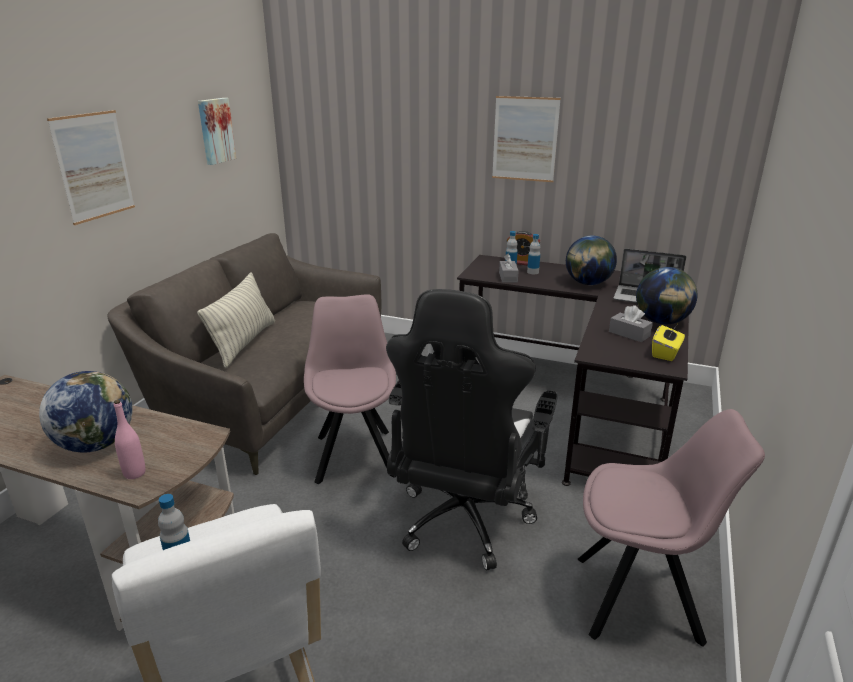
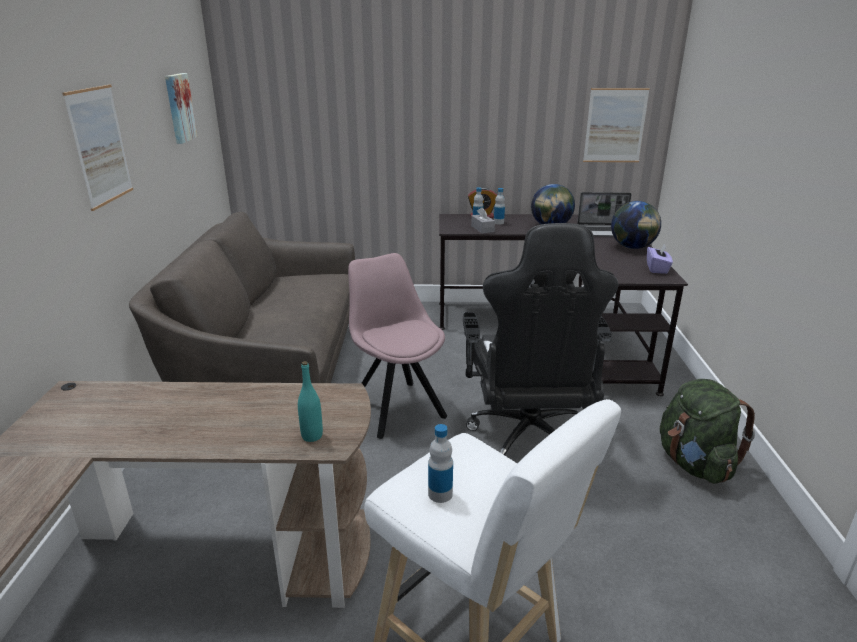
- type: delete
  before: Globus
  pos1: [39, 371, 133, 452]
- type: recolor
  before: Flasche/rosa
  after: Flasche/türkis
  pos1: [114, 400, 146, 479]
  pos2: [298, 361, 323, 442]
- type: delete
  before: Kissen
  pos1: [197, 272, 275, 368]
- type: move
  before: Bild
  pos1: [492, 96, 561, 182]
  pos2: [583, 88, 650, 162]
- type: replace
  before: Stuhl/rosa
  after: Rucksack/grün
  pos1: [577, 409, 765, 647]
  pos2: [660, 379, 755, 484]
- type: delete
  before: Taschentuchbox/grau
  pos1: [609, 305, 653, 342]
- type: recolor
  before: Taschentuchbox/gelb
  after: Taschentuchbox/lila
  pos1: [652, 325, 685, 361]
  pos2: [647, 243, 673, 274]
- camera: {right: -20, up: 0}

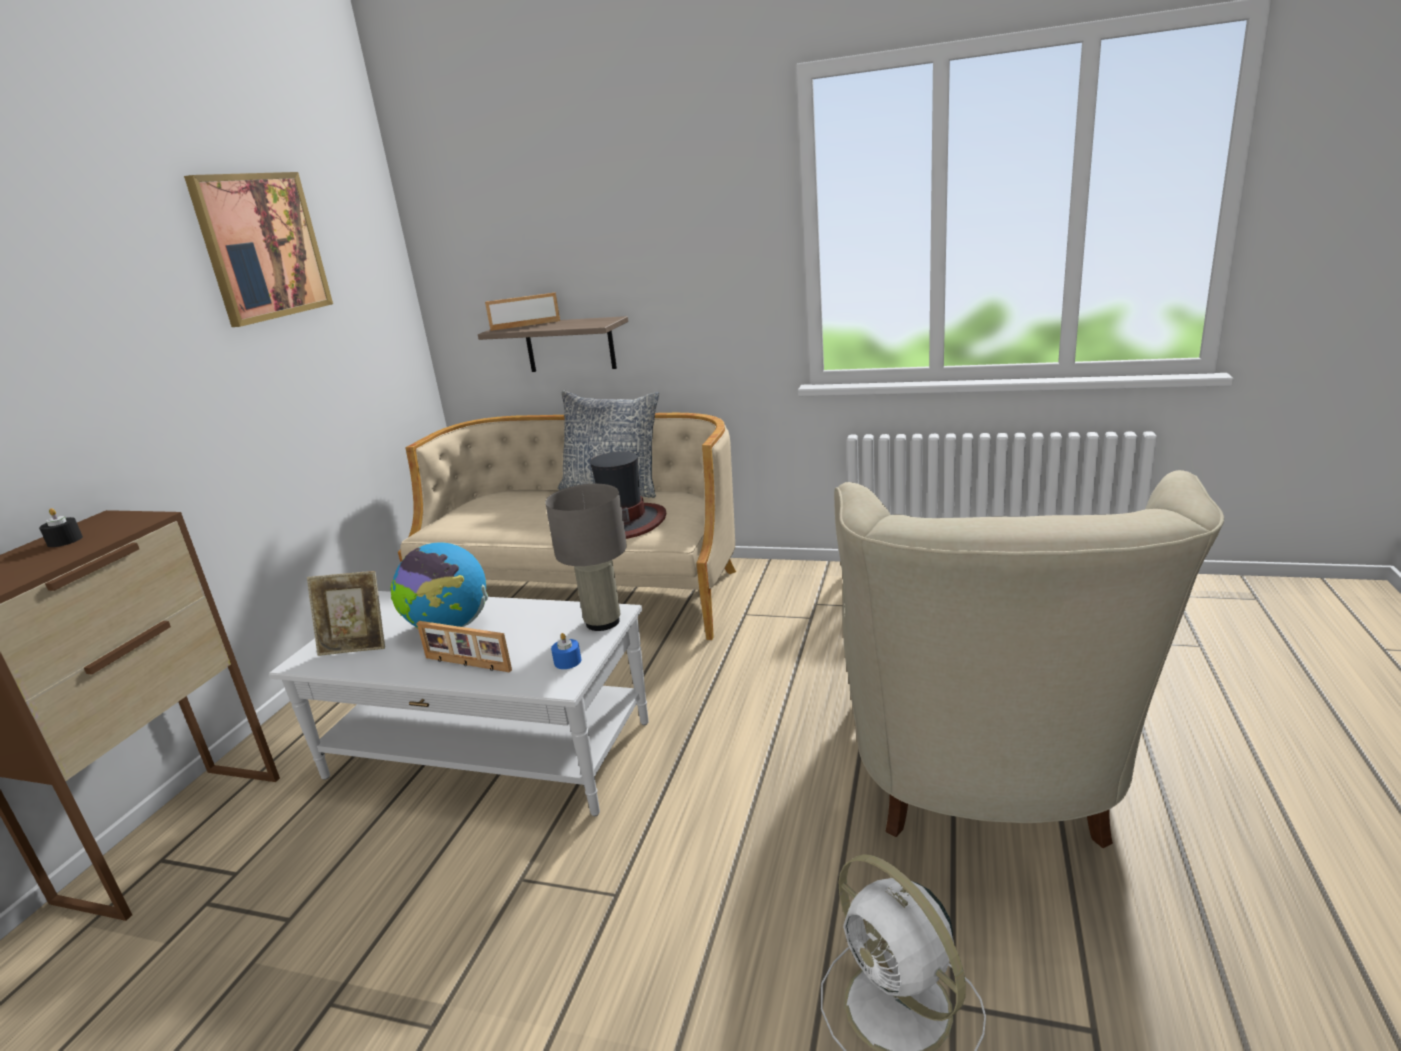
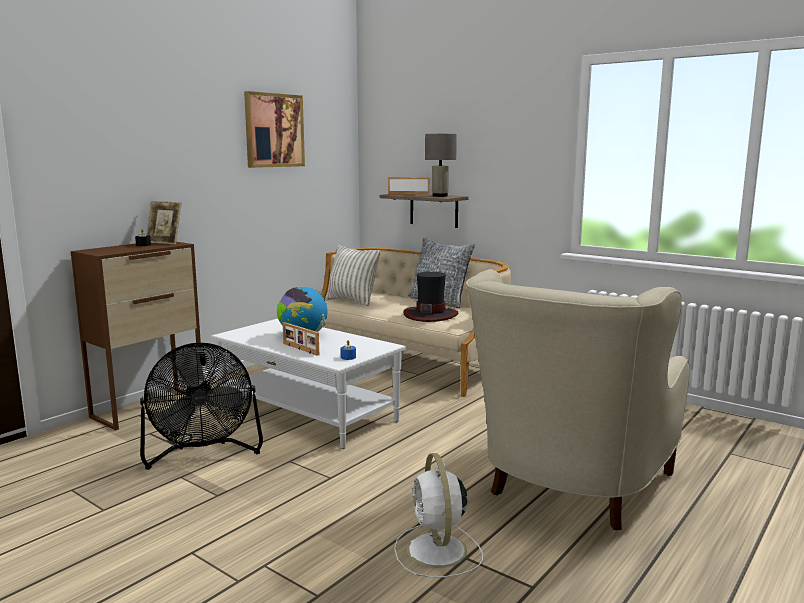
- type: move
  before: Bilderrahmen
  pos1: [307, 571, 385, 656]
  pos2: [146, 201, 182, 245]
- type: move
  before: Tischlampe/grau
  pos1: [546, 484, 627, 631]
  pos2: [425, 134, 457, 197]
- type: insert
  after: Ventilator/schwarz
  pos2: [140, 343, 263, 470]
- type: insert
  after: Kissen
  pos2: [326, 245, 380, 306]
- camera: {right: 20, up: -10}

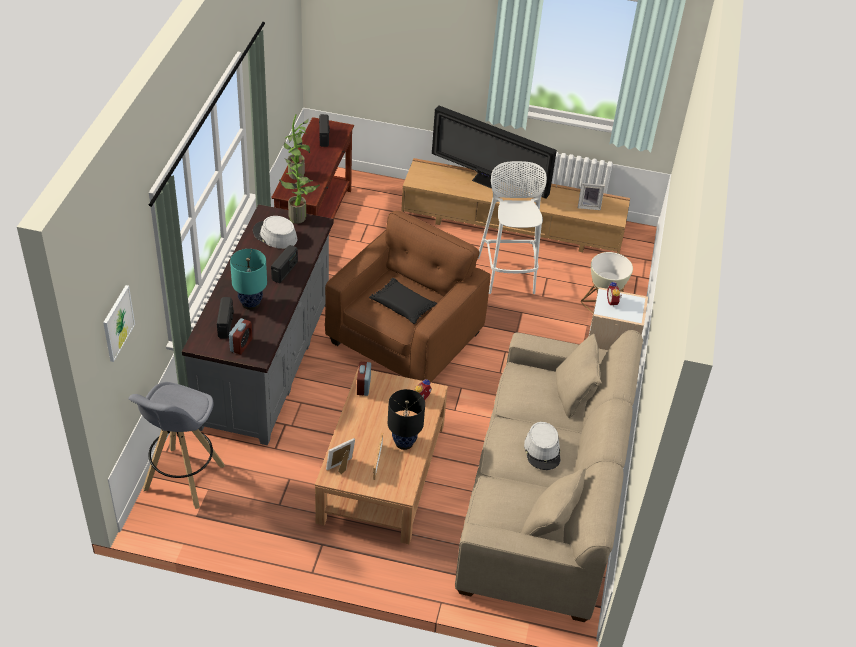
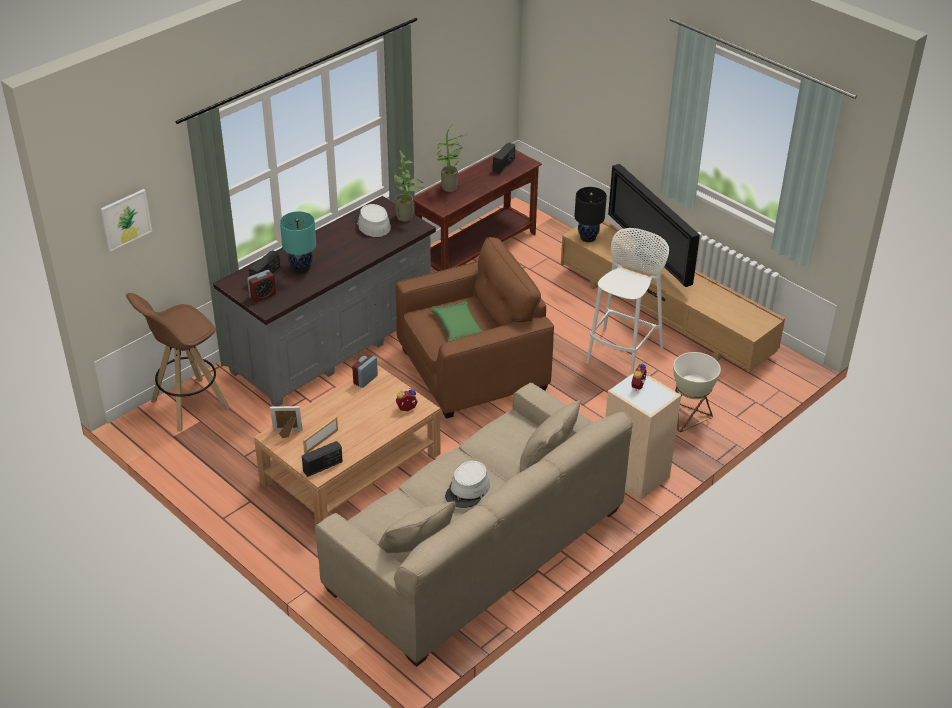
- type: recolor
  before: Hocker/grau
  after: Hocker/braun
  pos1: [128, 382, 225, 509]
  pos2: [126, 293, 230, 432]
- type: move
  before: Radio
  pos1: [271, 245, 298, 283]
  pos2: [302, 441, 343, 477]
- type: recolor
  before: Kissen/schwarz
  after: Kissen/grün
  pos1: [369, 278, 437, 324]
  pos2: [430, 301, 483, 341]
- type: move
  before: Tischlampe/schwarz
  pos1: [388, 389, 425, 450]
  pos2: [574, 187, 607, 242]
- type: delete
  before: Bilderrahmen
  pos1: [578, 183, 605, 210]
- camera: {right: 35, up: -5}

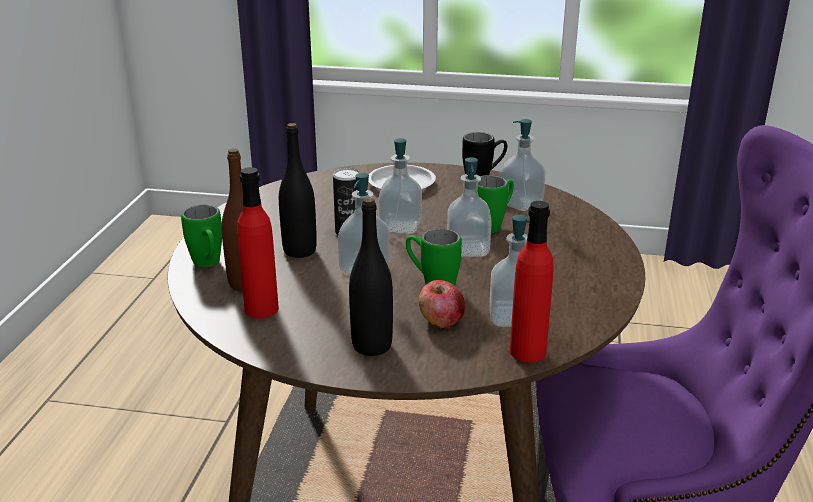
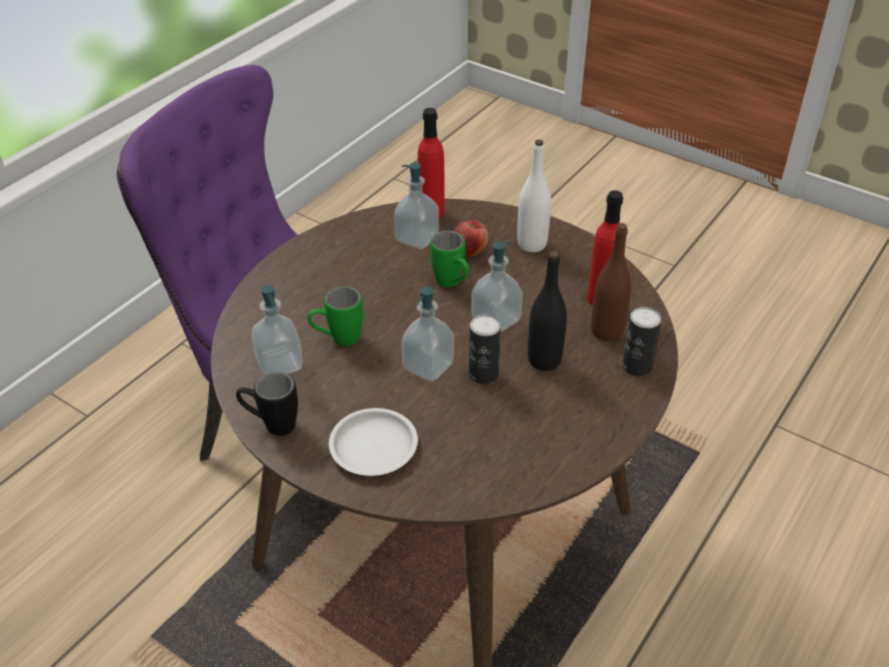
- type: replace
  before: Henkelbecher/grün
  after: Dose
  pos1: [181, 205, 222, 267]
  pos2: [622, 307, 661, 376]
- type: recolor
  before: Flasche/schwarz
  after: Flasche/weiß
  pos1: [349, 197, 393, 356]
  pos2: [517, 139, 551, 252]
- type: delete
  before: Seifenspender
  pos1: [447, 157, 492, 257]
- camera: {right: -155, up: 15}

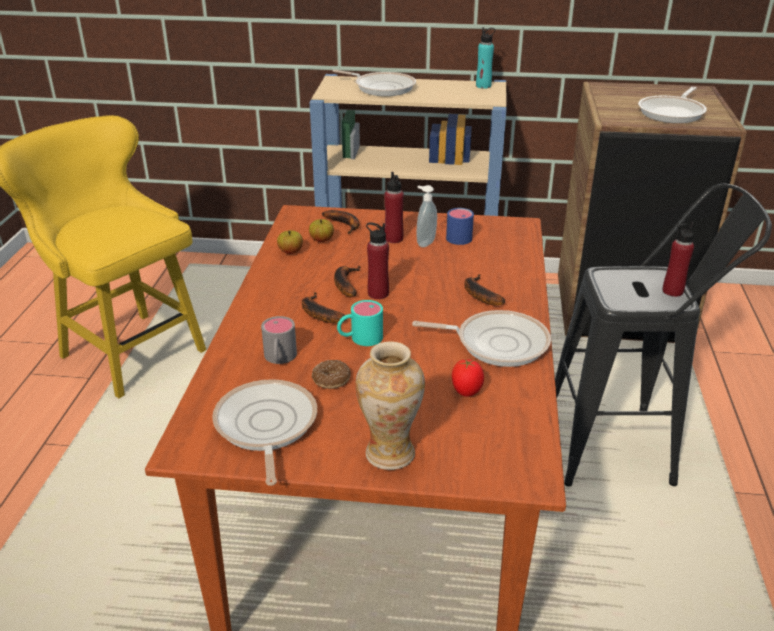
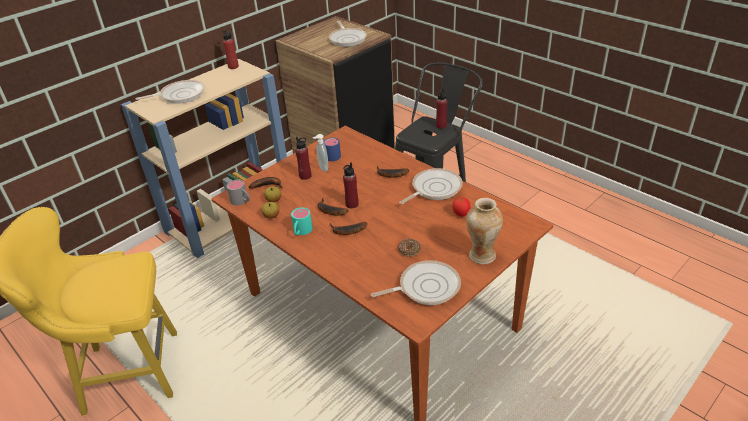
- type: rotate
  before: Pfanne
  pos1: [212, 379, 317, 486]
  pos2: [371, 260, 461, 305]
  turn: 135
- type: move
  before: Henkelbecher/grau
  pos1: [261, 316, 297, 364]
  pos2: [227, 180, 250, 205]
- type: move
  before: Henkelbecher/türkis
  pos1: [337, 300, 383, 346]
  pos2: [291, 207, 313, 235]
- type: recolor
  before: Flasche/türkis
  after: Flasche/rot
  pos1: [476, 27, 496, 89]
  pos2: [223, 28, 239, 69]
- camera: {right: -50, up: 5}

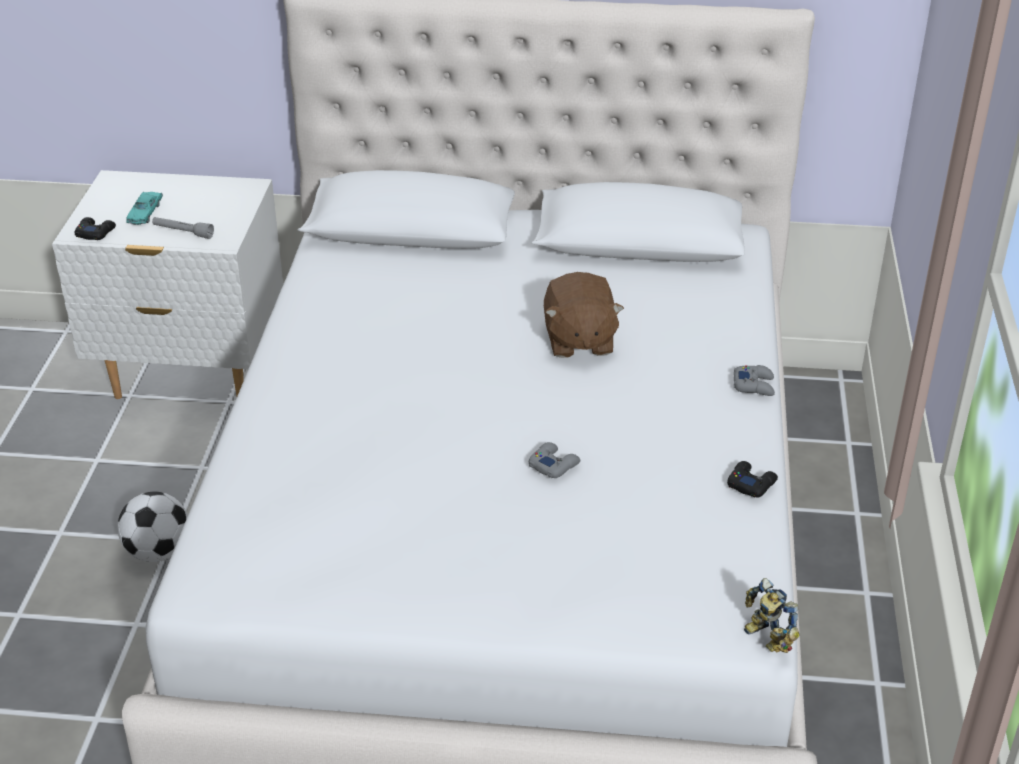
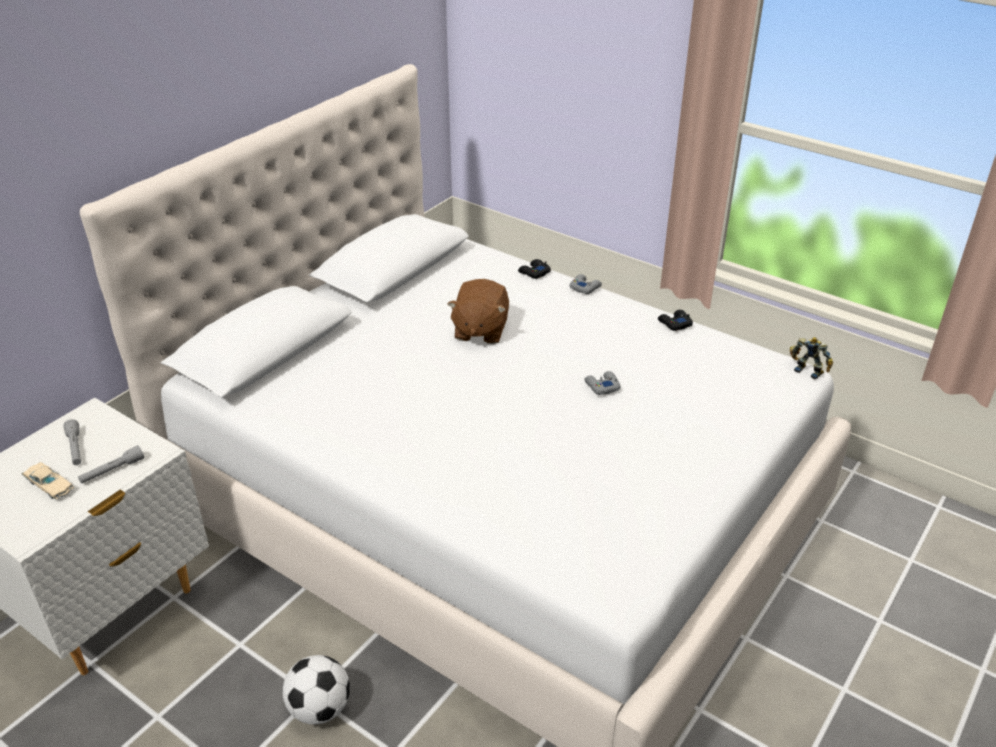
- type: move
  before: Gamepad/schwarz
  pos1: [75, 217, 116, 240]
  pos2: [518, 259, 551, 279]
- type: recolor
  before: Spielzeugauto/türkis
  after: Spielzeugauto/beige
  pos1: [126, 192, 163, 225]
  pos2: [22, 462, 74, 500]
- type: rotate
  before: Plüschtier/braun
  pos1: [544, 272, 624, 358]
  pos2: [447, 279, 509, 344]
  turn: 75
- type: rotate
  before: Spielzeugroboter
  pos1: [744, 578, 800, 653]
  pos2: [790, 337, 833, 379]
  turn: -135
- type: insert
  after: Taschenlampe/grau
  pos2: [64, 419, 81, 465]
- camera: {right: -60, up: 0}

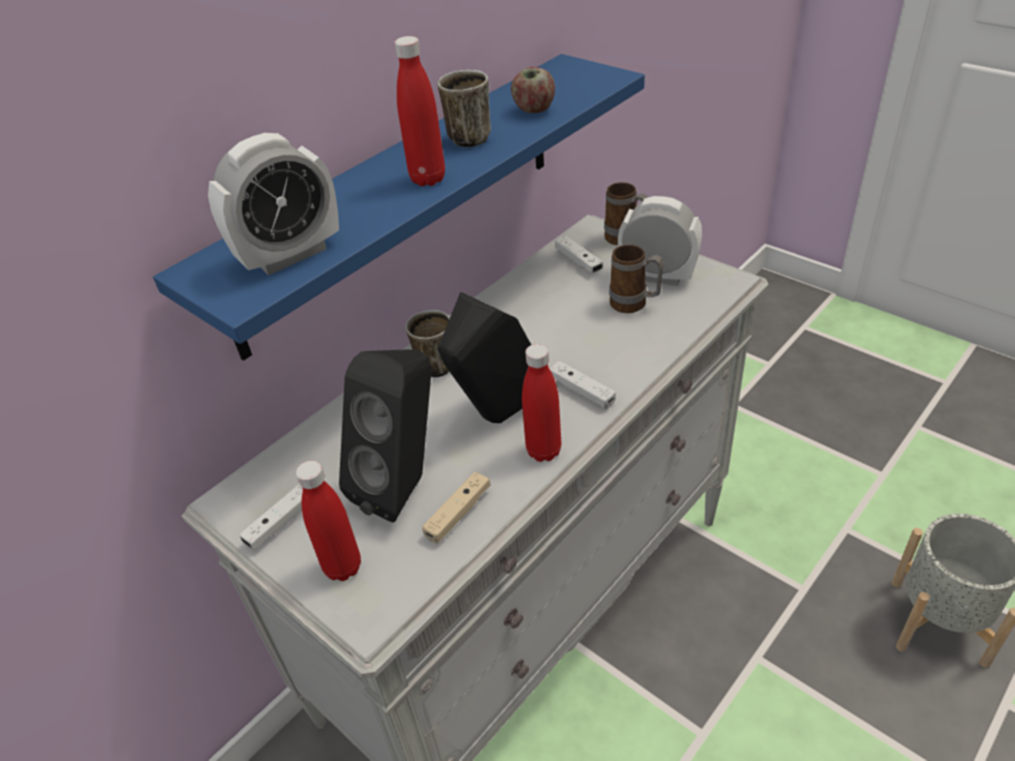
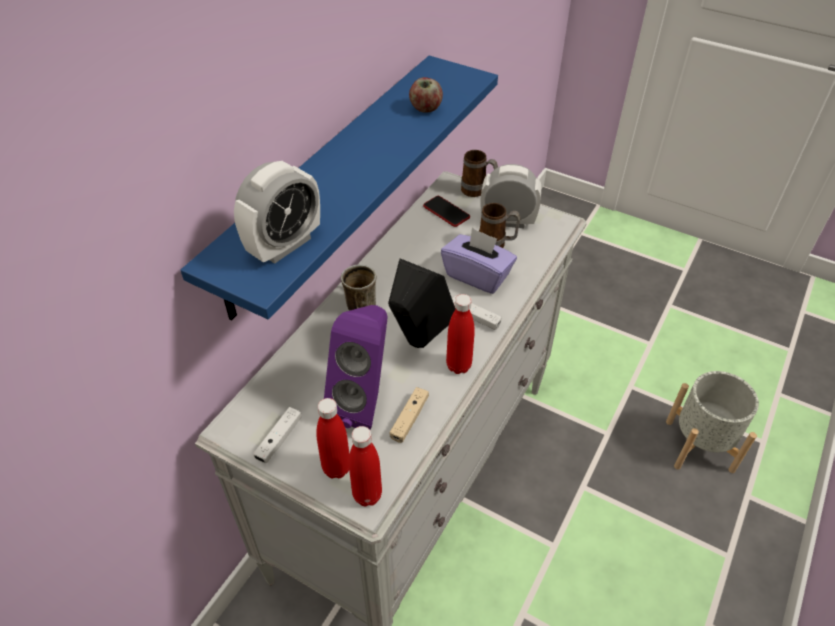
- type: recolor
  before: Lautsprecher/schwarz
  after: Lautsprecher/lila
  pos1: [339, 349, 431, 523]
  pos2: [324, 305, 387, 430]
- type: move
  before: Flasche/rot
  pos1: [394, 36, 445, 186]
  pos2: [349, 426, 382, 506]
- type: delete
  before: Henkelbecher
  pos1: [438, 70, 491, 148]
- type: replace
  before: Gamepad/weiß
  after: Handy
  pos1: [555, 236, 603, 273]
  pos2: [423, 196, 470, 227]
- type: insert
  after: Taschentuchbox/lila
  pos2: [441, 228, 517, 294]
- camera: {right: -15, up: 5}

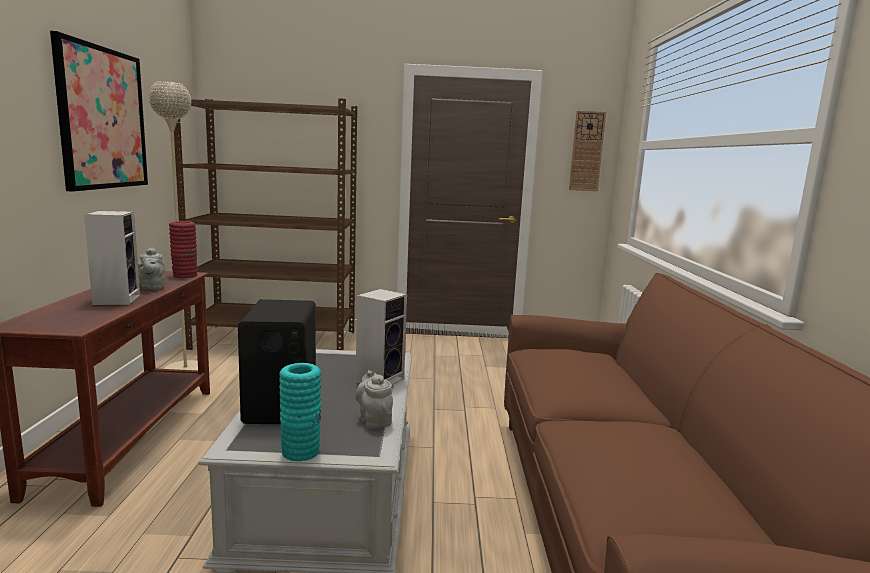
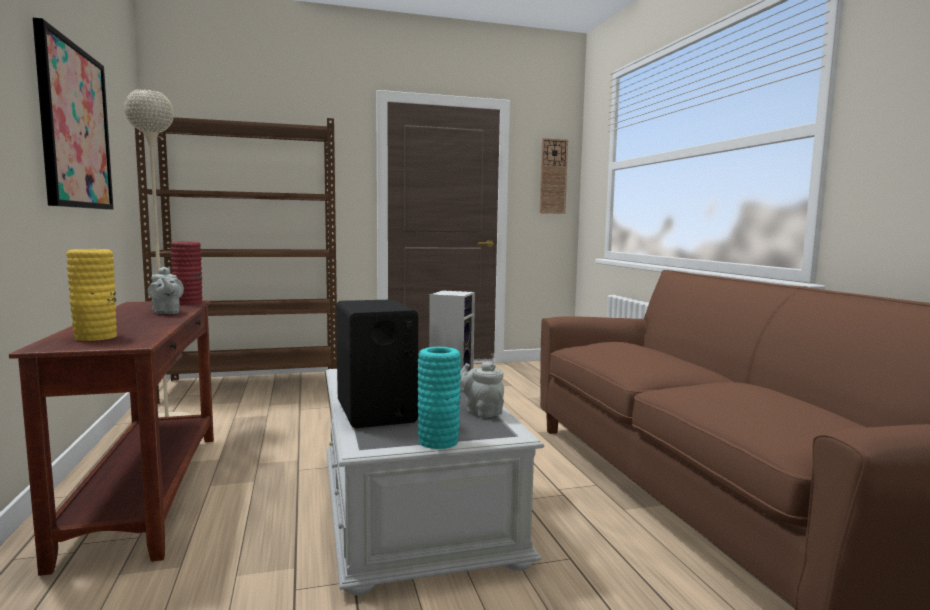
- type: delete
  before: Lautsprecher
  pos1: [84, 211, 140, 305]
- type: insert
  after: Vase/gelb
  pos2: [66, 249, 117, 341]
- camera: {right: -15, up: -5}

